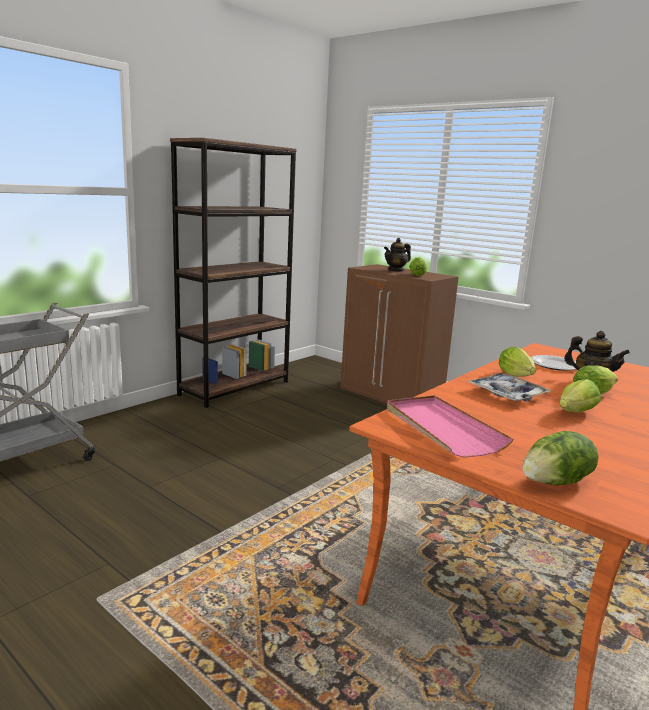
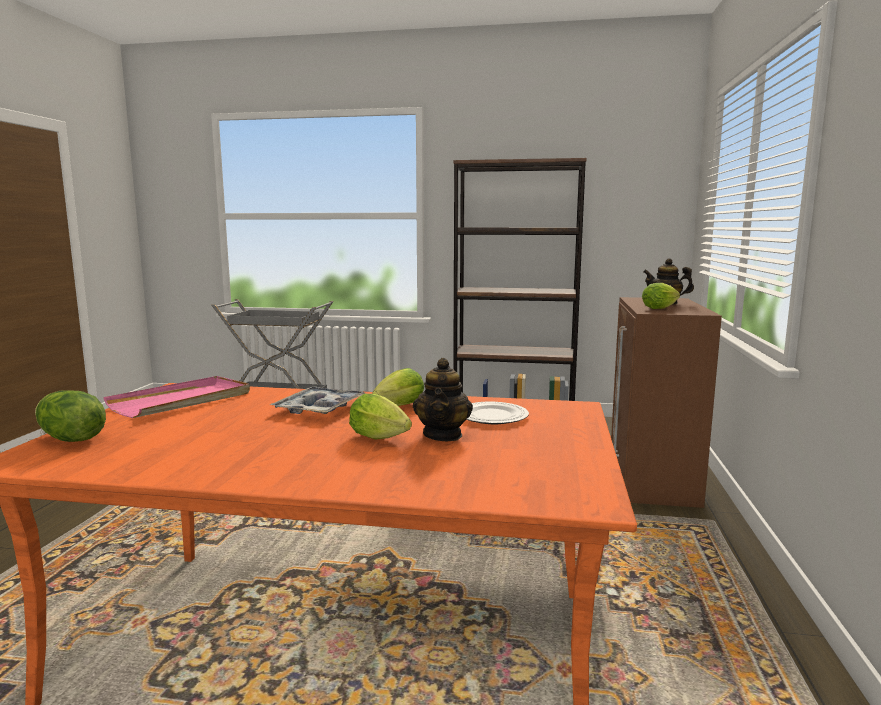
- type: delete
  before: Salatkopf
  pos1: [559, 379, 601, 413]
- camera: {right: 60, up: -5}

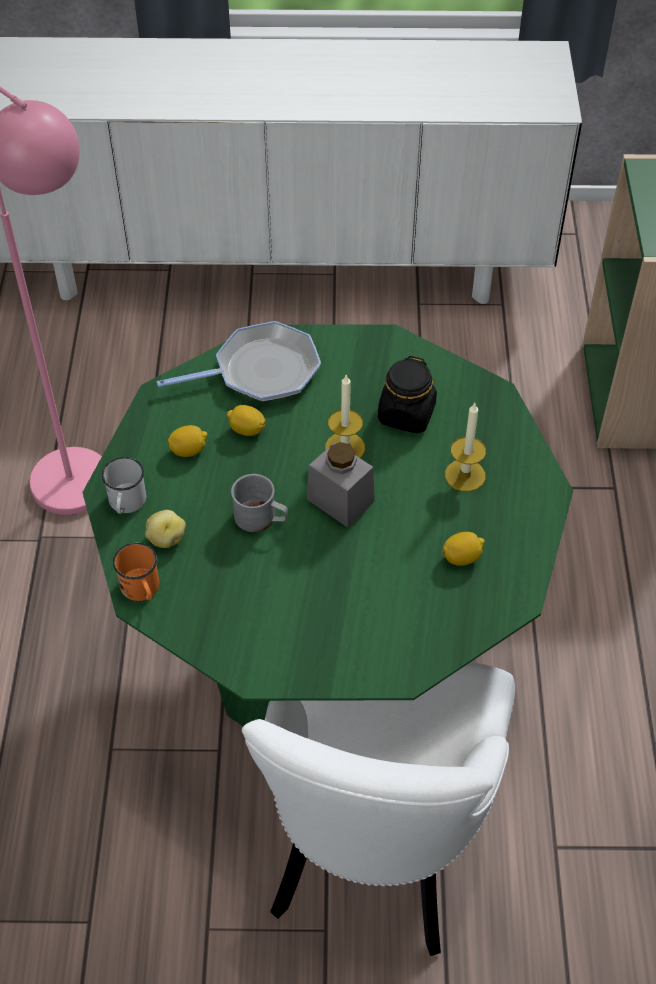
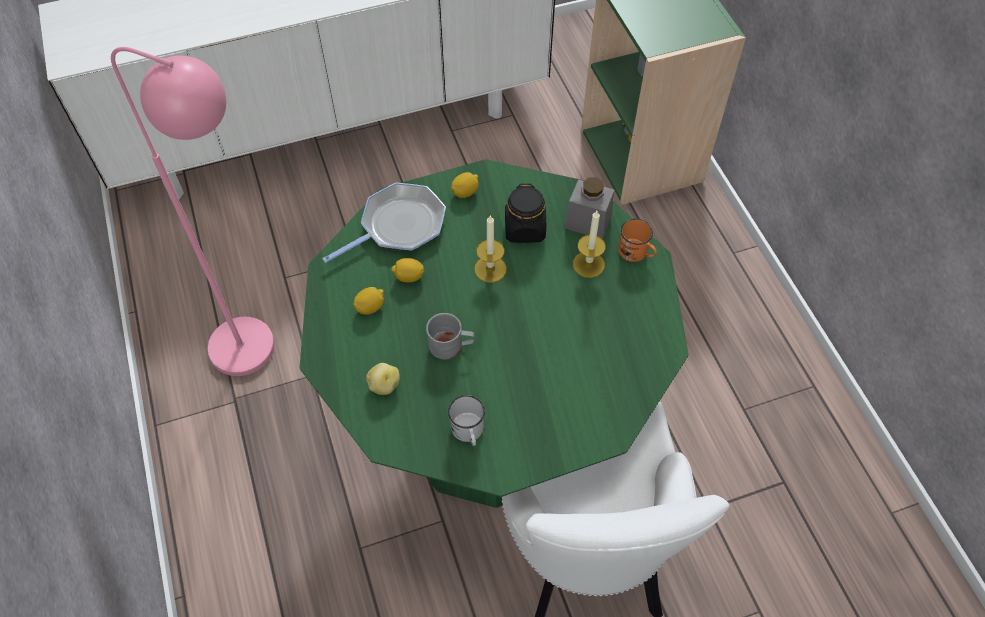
- type: move
  before: Henkelbecher/weiß
  pos1: [102, 457, 146, 514]
  pos2: [448, 395, 485, 446]
- type: move
  before: Henkelbecher/orange
  pos1: [113, 543, 160, 601]
  pos2: [618, 219, 657, 262]
- type: move
  before: Vorratsglas/grau
  pos1: [307, 442, 375, 527]
  pos2: [564, 177, 615, 239]
- type: move
  before: Zitrone
  pos1: [443, 532, 485, 566]
  pos2: [451, 172, 479, 198]
- camera: {right: -20, up: 5}

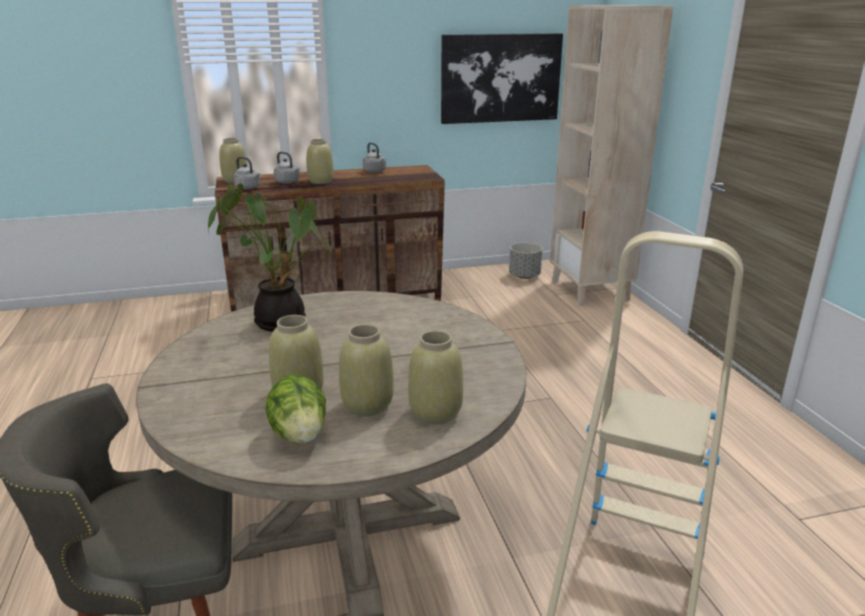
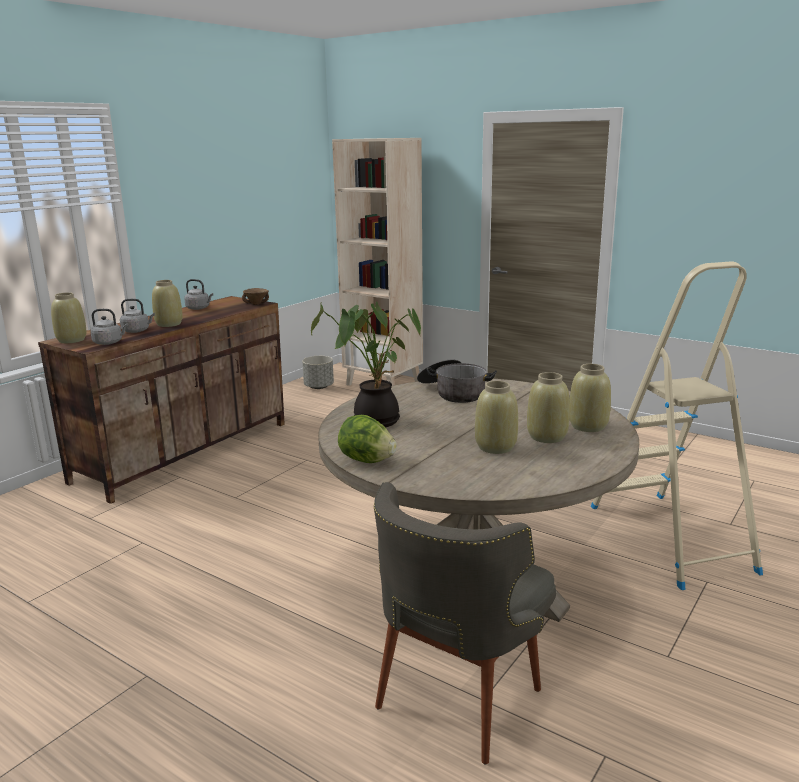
- type: move
  before: Salatkopf
  pos1: [265, 374, 326, 444]
  pos2: [338, 415, 397, 463]
- type: delete
  before: Bild
  pos1: [441, 33, 563, 124]
- type: insert
  after: Schüssel/braun
  pos2: [242, 288, 269, 305]
- type: insert
  after: Kochtopf
  pos2: [417, 360, 497, 403]
- camera: {right: -40, up: -5}

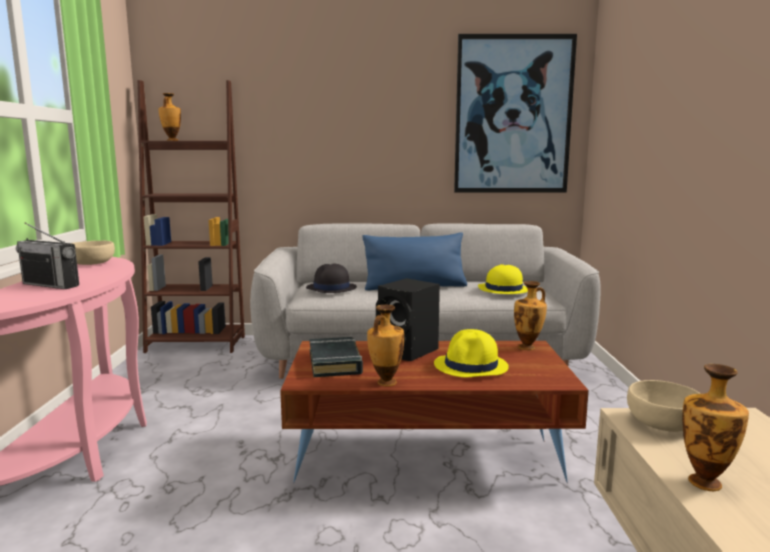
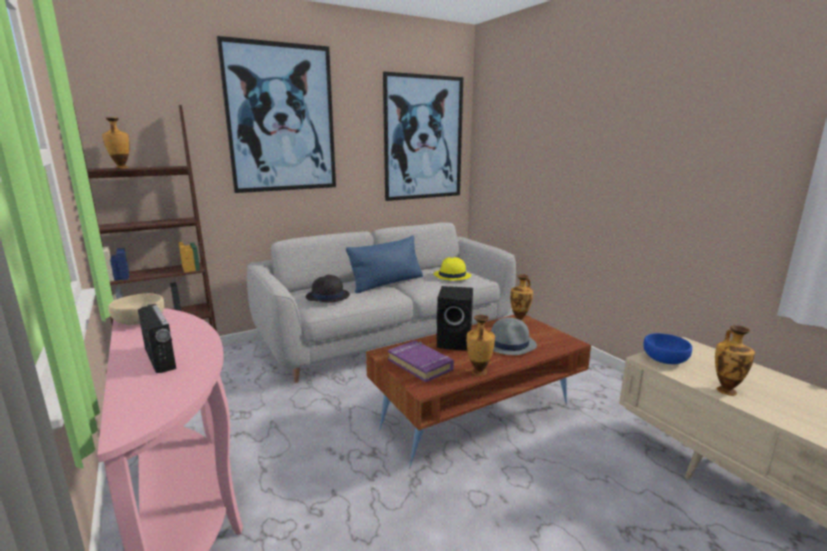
- type: rotate
  before: Radio
  pos1: [16, 223, 79, 289]
  pos2: [138, 304, 176, 373]
  turn: -120
- type: recolor
  before: Buch/schwarz
  after: Buch/lila
  pos1: [309, 337, 363, 377]
  pos2: [388, 340, 454, 382]
- type: recolor
  before: Hut/gelb
  after: Hut/grau
  pos1: [434, 329, 509, 377]
  pos2: [491, 318, 537, 355]
- type: recolor
  before: Schüssel/beige
  after: Schüssel/blau
  pos1: [627, 380, 701, 432]
  pos2: [643, 333, 692, 364]
- type: insert
  after: Bild
  pos2: [217, 36, 336, 193]
- camera: {right: -30, up: 5}

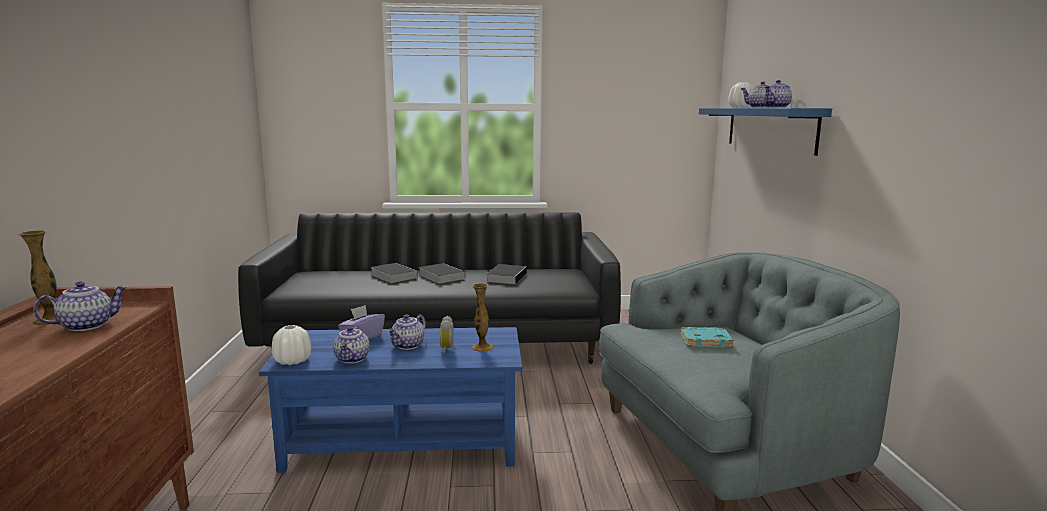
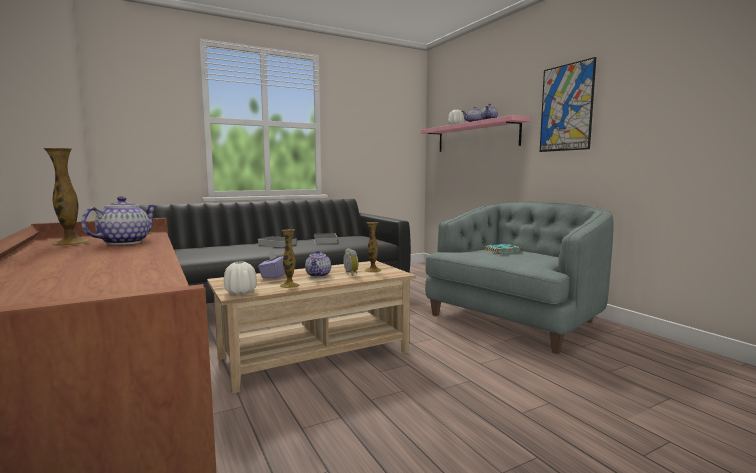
- type: recolor
  before: Couchtisch/blau
  after: Couchtisch/beige
  pos1: [258, 327, 522, 473]
  pos2: [207, 261, 415, 394]
- type: replace
  before: Teekanne
  after: Vase
  pos1: [333, 325, 370, 364]
  pos2: [280, 229, 299, 288]
- type: delete
  before: Buch
  pos1: [370, 263, 418, 283]
- type: recolor
  before: Wandregal/blau
  after: Wandregal/rosa
  pos1: [699, 108, 832, 156]
  pos2: [420, 115, 530, 152]
- type: insert
  after: Bild
  pos2: [540, 57, 596, 152]
- camera: {right: -25, up: -5}

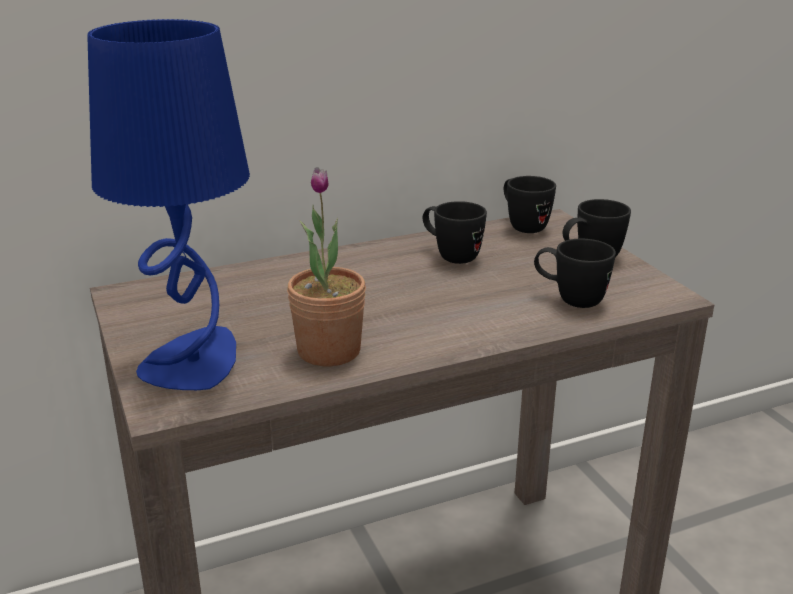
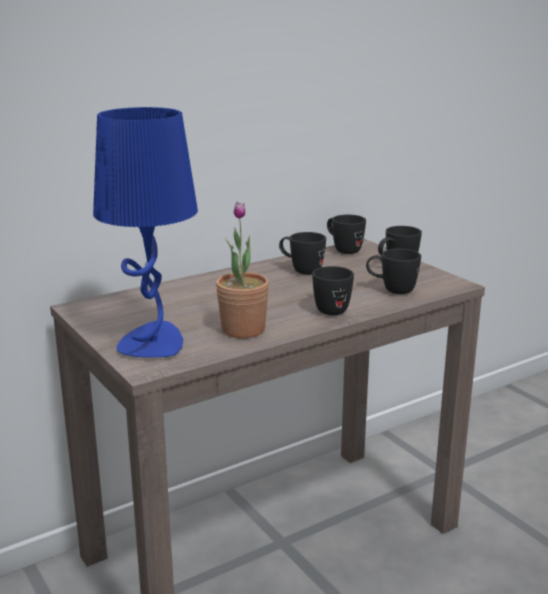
- type: insert
  after: Henkelbecher/schwarz
  pos2: [312, 266, 354, 315]
- camera: {right: -10, up: -5}

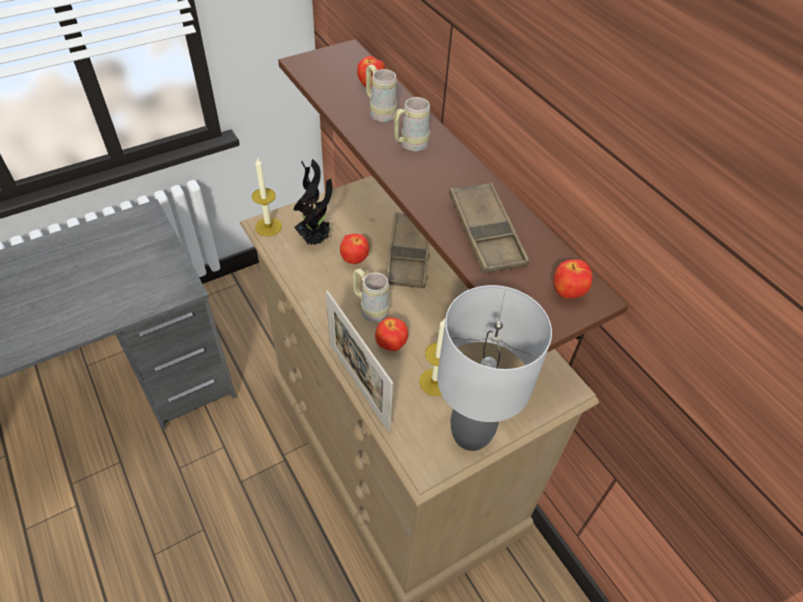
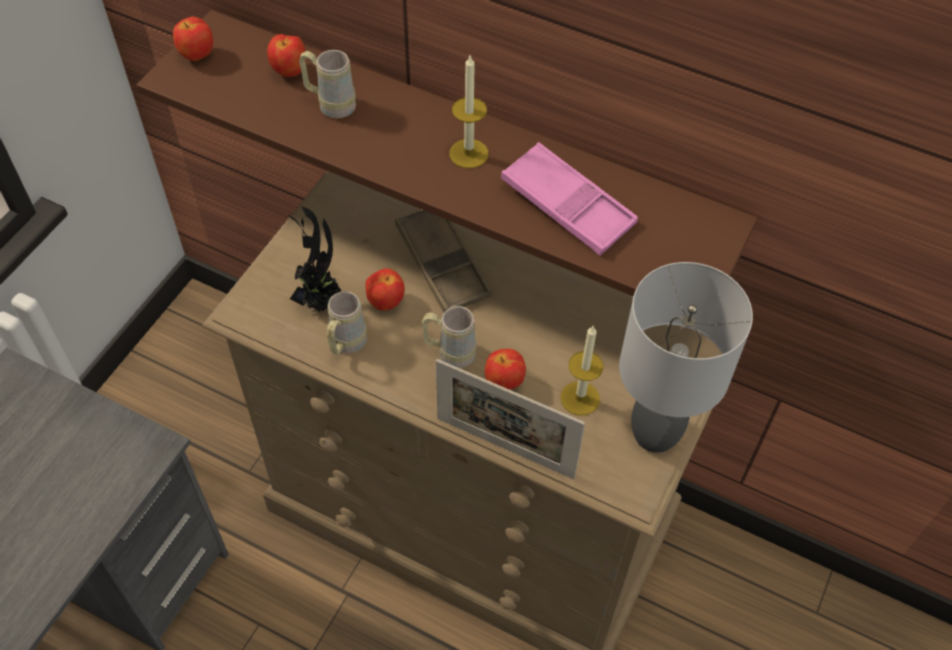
- type: move
  before: Kerze
  pos1: [252, 157, 282, 236]
  pos2: [449, 56, 488, 168]
- type: move
  before: Henkelbecher/beige
  pos1: [394, 97, 430, 152]
  pos2: [327, 291, 367, 354]
- type: recolor
  before: Tablett/braun
  after: Tablett/rosa
  pos1: [449, 182, 529, 274]
  pos2: [501, 142, 638, 256]
- type: move
  before: Apfel
  pos1: [553, 259, 593, 299]
  pos2: [173, 17, 213, 61]
- camera: {right: -30, up: 5}

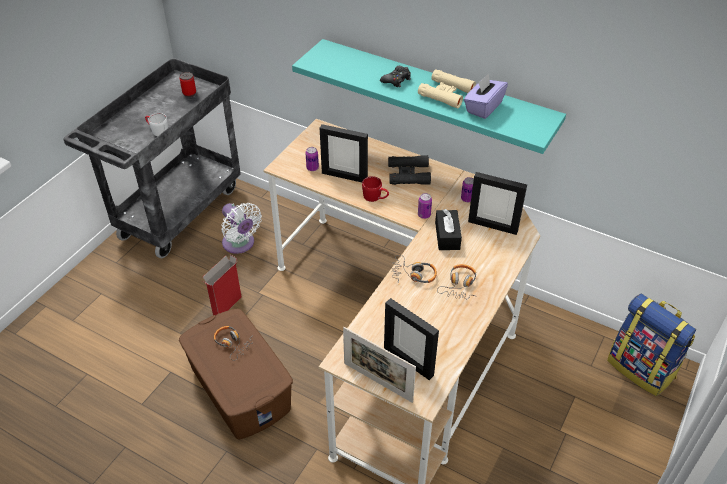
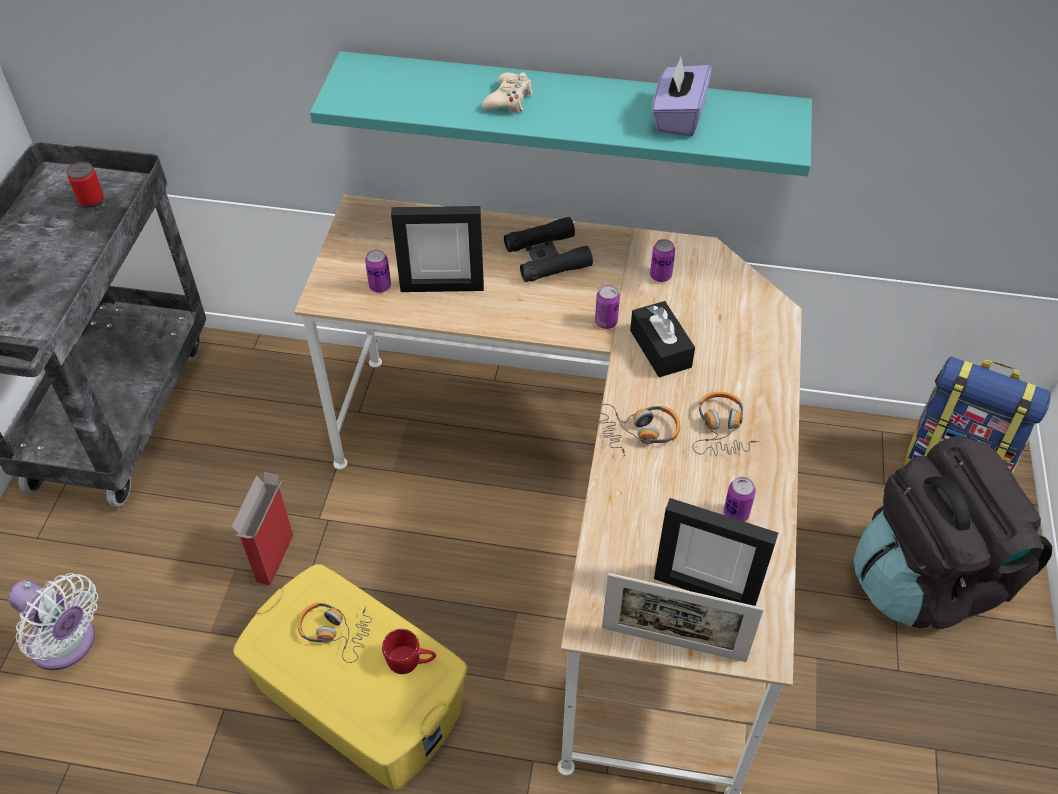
- type: delete
  before: Henkelbecher/weiß
  pos1: [145, 113, 168, 136]
- type: recolor
  before: Aufbewahrungsbox/braun
  after: Aufbewahrungsbox/gelb
  pos1: [179, 308, 293, 439]
  pos2: [233, 564, 467, 791]
- type: move
  before: Ventilator/weiß
  pos1: [222, 203, 262, 254]
  pos2: [8, 573, 98, 670]
- type: move
  before: Henkelbecher/rot
  pos1: [362, 176, 389, 202]
  pos2: [382, 629, 436, 674]
- type: recolor
  before: Gamepad/schwarz
  after: Gamepad/beige
  pos1: [380, 66, 411, 87]
  pos2: [482, 73, 533, 113]
- type: delete
  before: Fernglas/beige
  pos1: [418, 70, 476, 109]
- type: delete
  before: Bilderrahmen
  pos1: [468, 172, 527, 235]
- type: insert
  after: Dose
  pos2: [723, 477, 756, 522]
- type: insert
  after: Rucksack/schwarz
  pos2: [854, 436, 1052, 629]
- camera: {right: -20, up: 5}

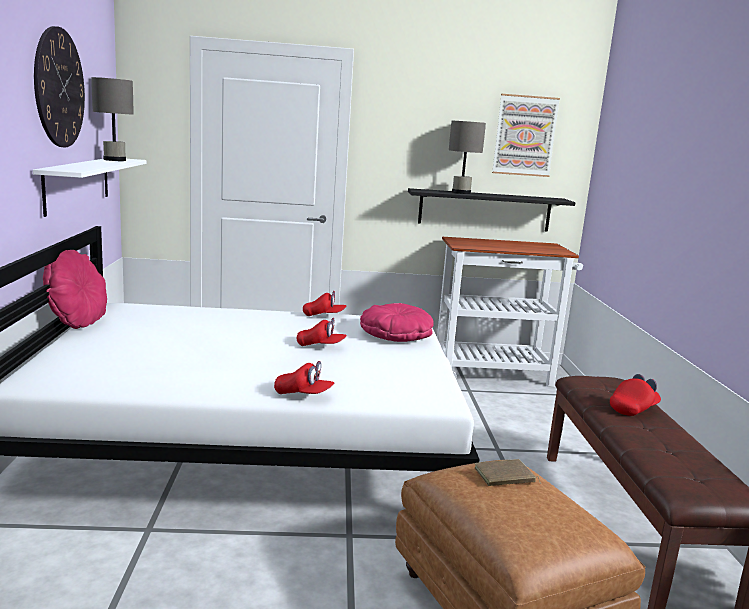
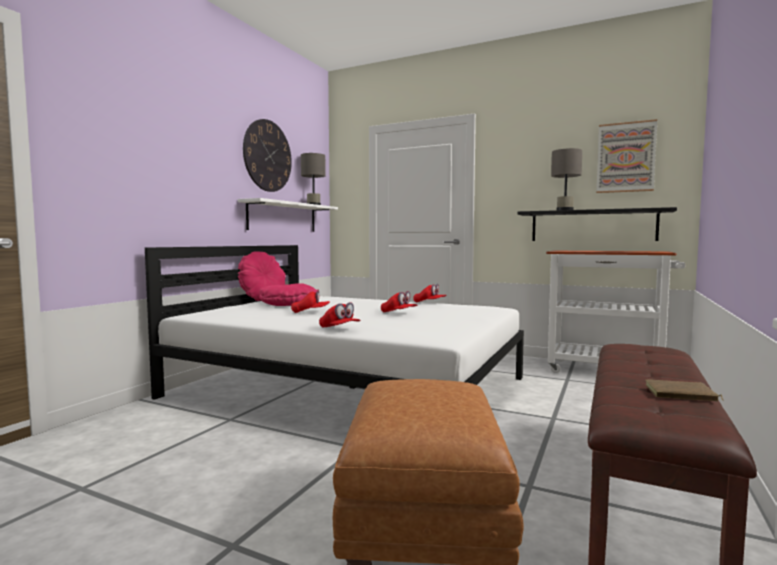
- type: move
  before: Kissen/rosa
  pos1: [360, 303, 434, 342]
  pos2: [259, 283, 317, 306]
- type: move
  before: Buch/braun
  pos1: [475, 459, 541, 486]
  pos2: [646, 379, 724, 401]
- type: move
  before: Kappe/rot
  pos1: [610, 374, 661, 416]
  pos2: [291, 290, 330, 313]
- camera: {right: 30, up: -10}

